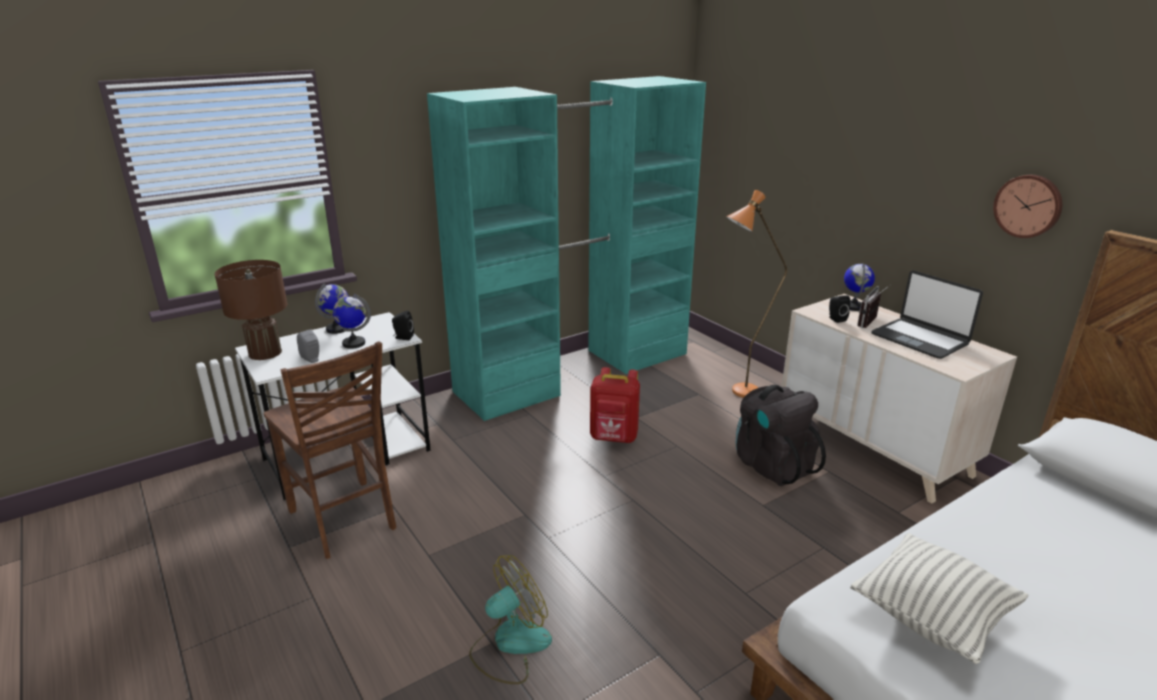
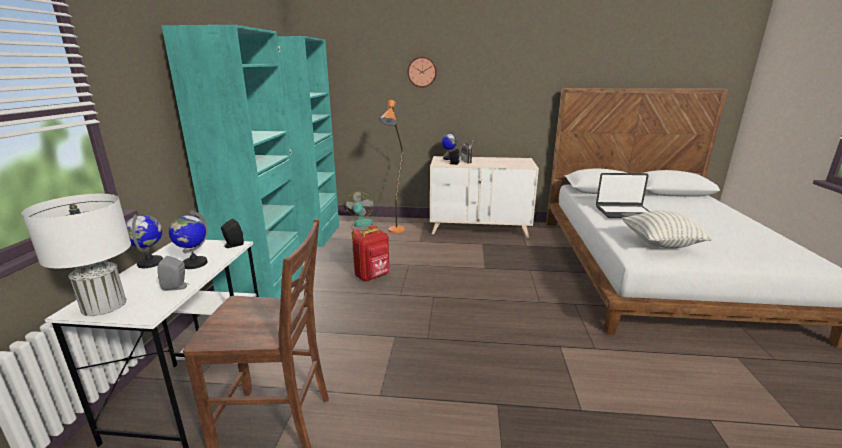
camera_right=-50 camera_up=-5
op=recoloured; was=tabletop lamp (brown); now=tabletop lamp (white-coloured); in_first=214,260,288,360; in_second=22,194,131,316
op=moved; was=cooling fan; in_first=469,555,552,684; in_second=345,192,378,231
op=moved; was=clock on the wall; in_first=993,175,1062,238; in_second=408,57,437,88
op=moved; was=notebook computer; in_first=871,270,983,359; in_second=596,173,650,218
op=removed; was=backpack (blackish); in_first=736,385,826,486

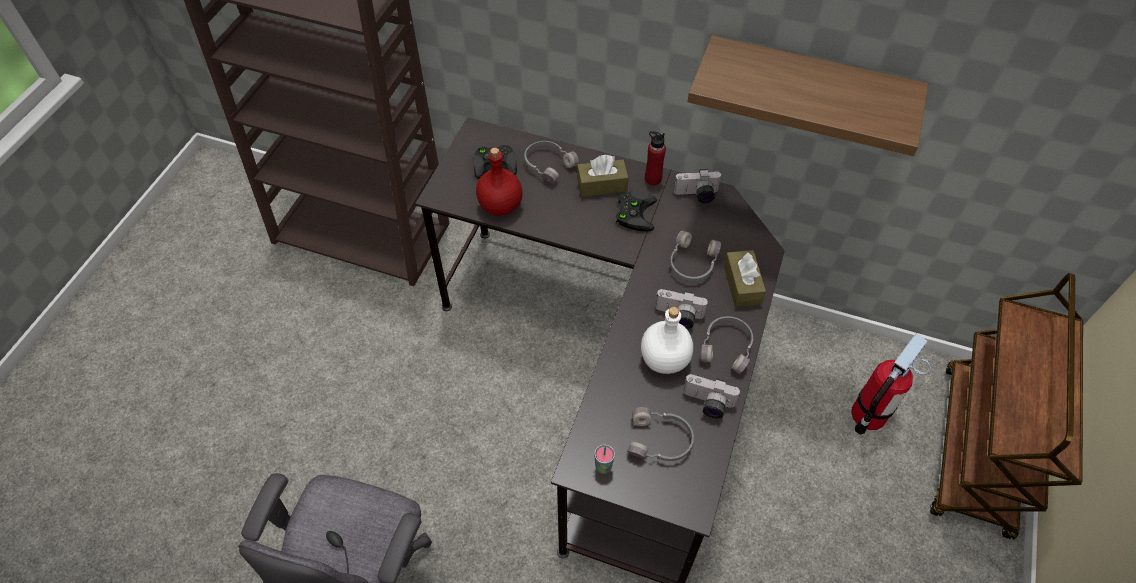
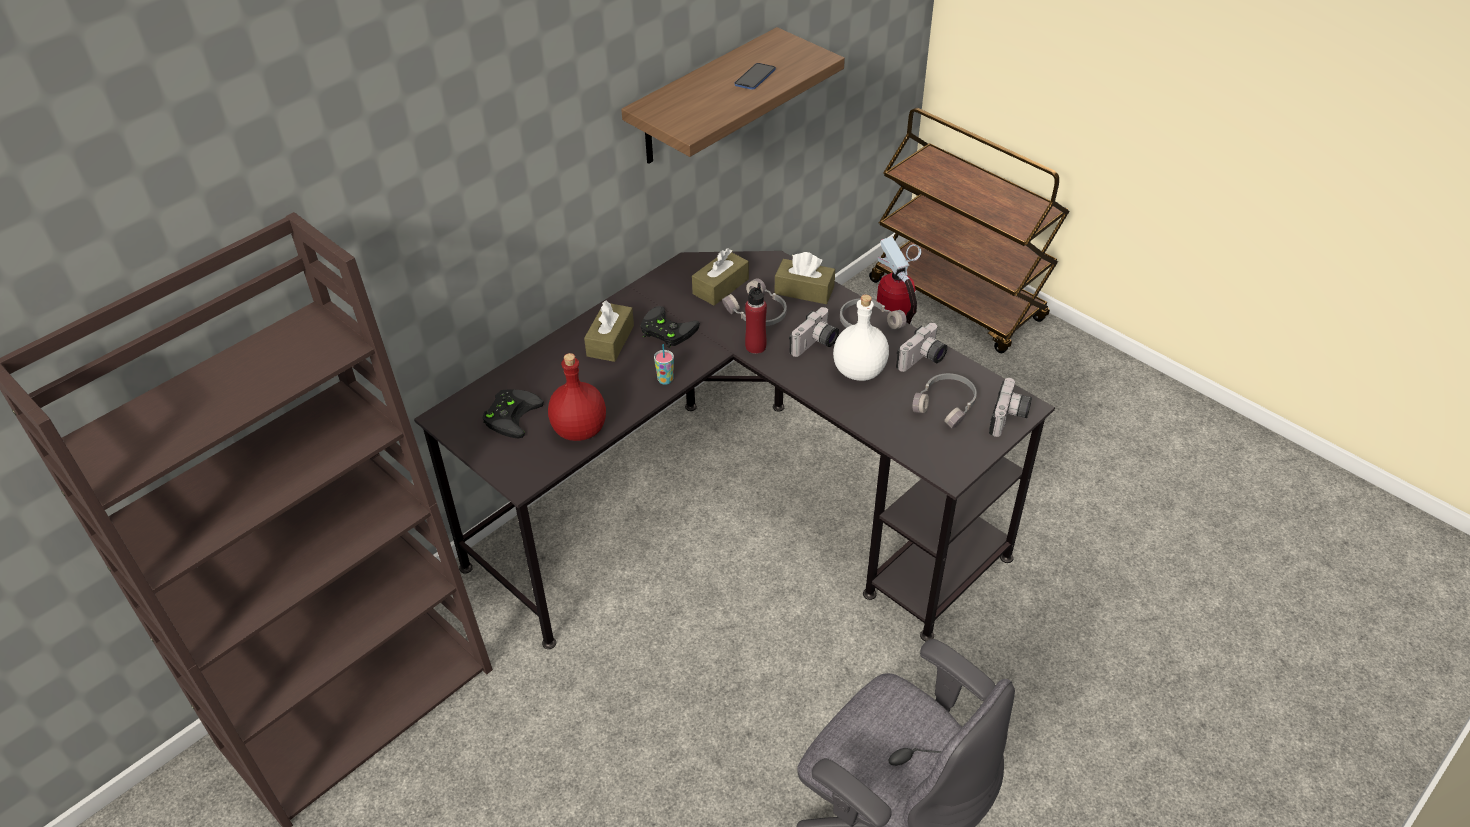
camera_right=-65 camera_up=-10
op=moved; was=drinking cup; in_first=594,444,615,474; in_second=654,344,674,385
op=added; now=tissue box (brown); in_second=692,248,749,305
op=added; now=phone; in_second=735,63,776,90
op=moved; was=drink bottle (reddish); in_first=645,131,666,185; in_second=745,283,767,354
op=moved; was=photo camera; in_first=673,169,722,203; in_second=989,378,1032,437
op=removed; was=headset (greyish); in_first=524,141,579,184

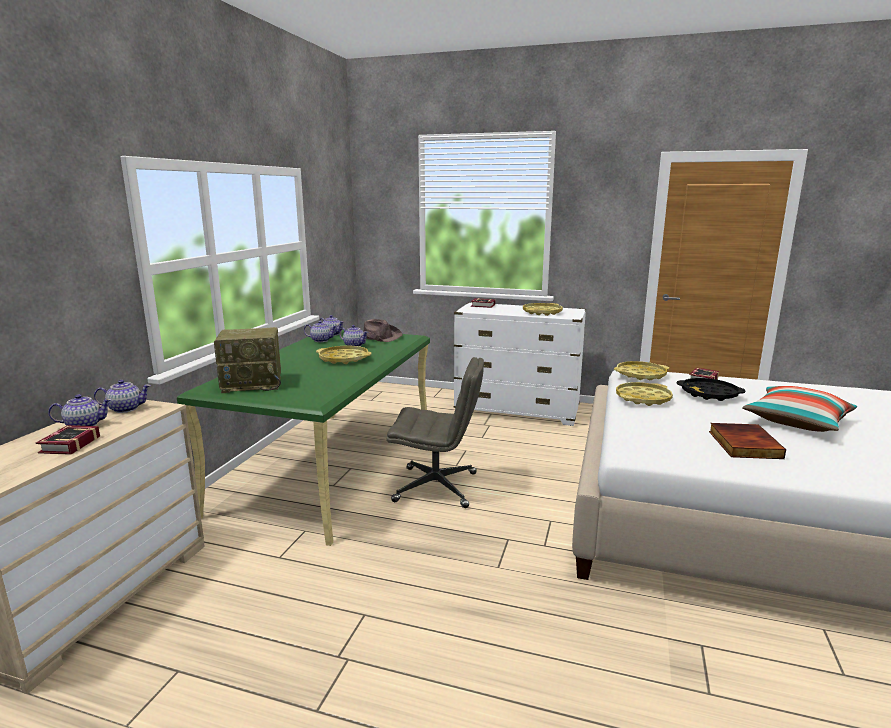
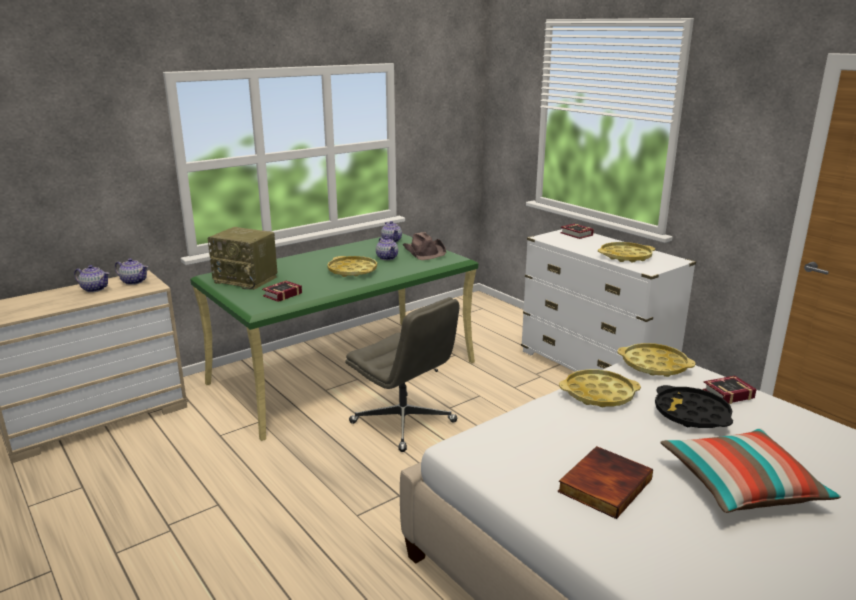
camera_right=35 camera_up=5
op=moved; was=book; in_first=36,425,100,455; in_second=262,281,302,302
op=removed; was=teapot; in_first=304,321,337,342

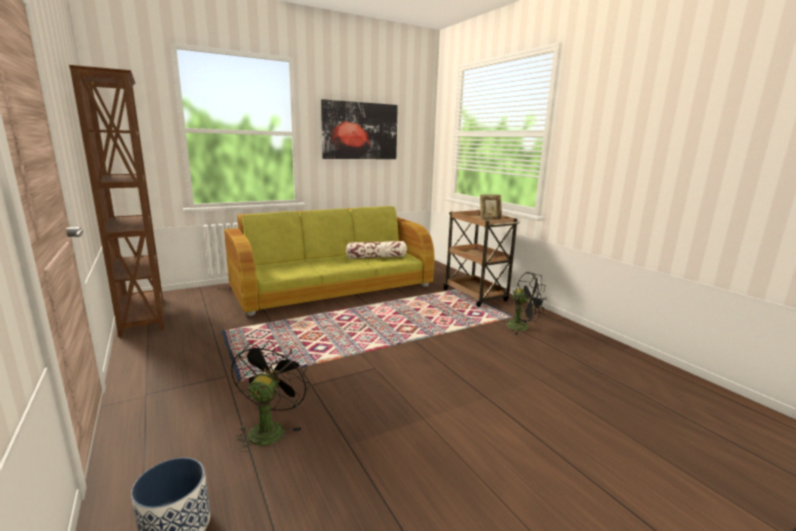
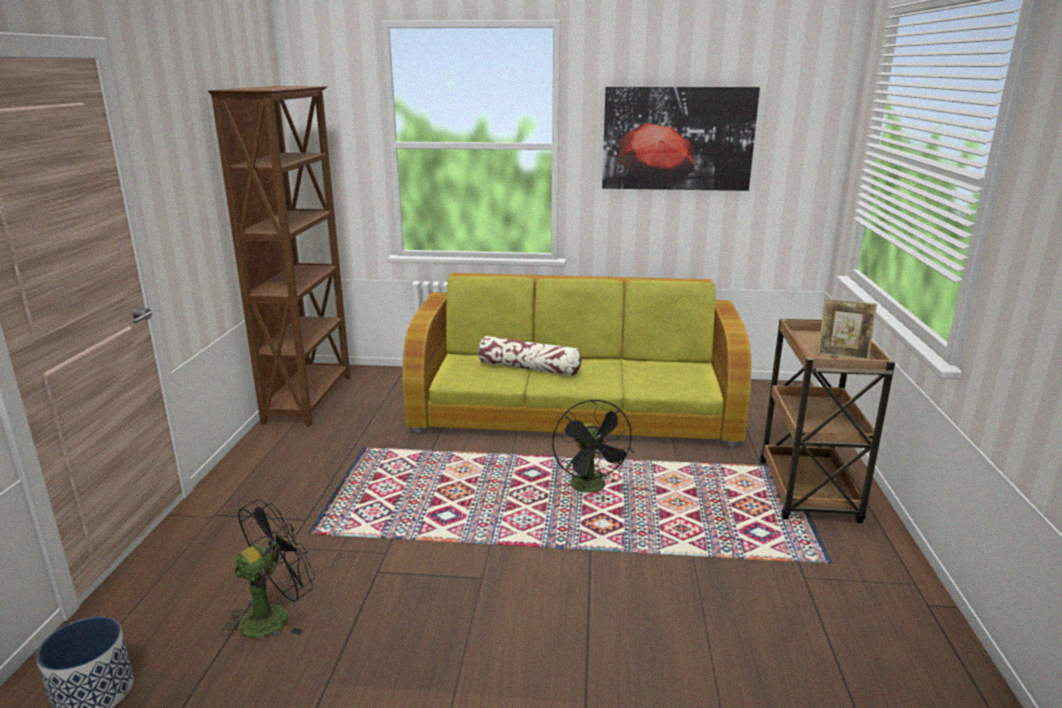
camera_right=35 camera_up=5
op=moved; was=throw pillow; in_first=346,241,407,259; in_second=478,336,581,376
op=moved; was=cooling fan (blackish); in_first=505,272,547,335; in_second=552,399,634,495

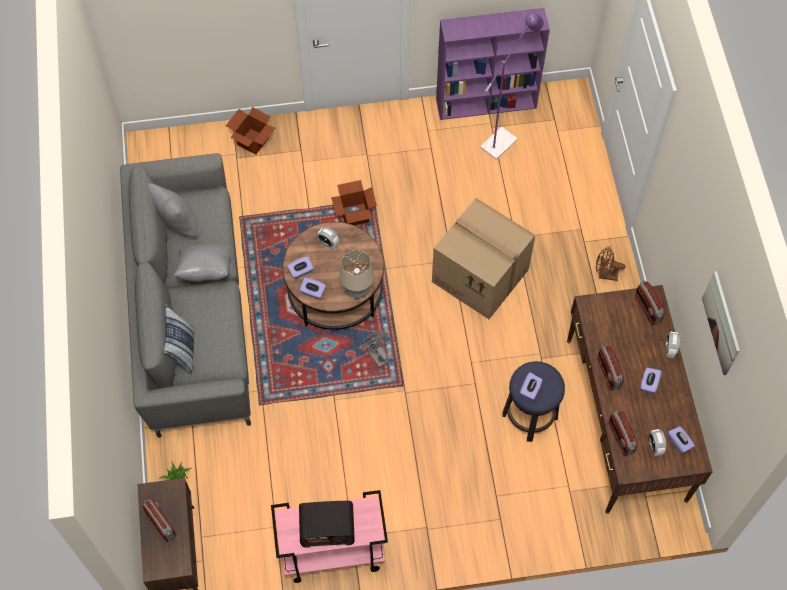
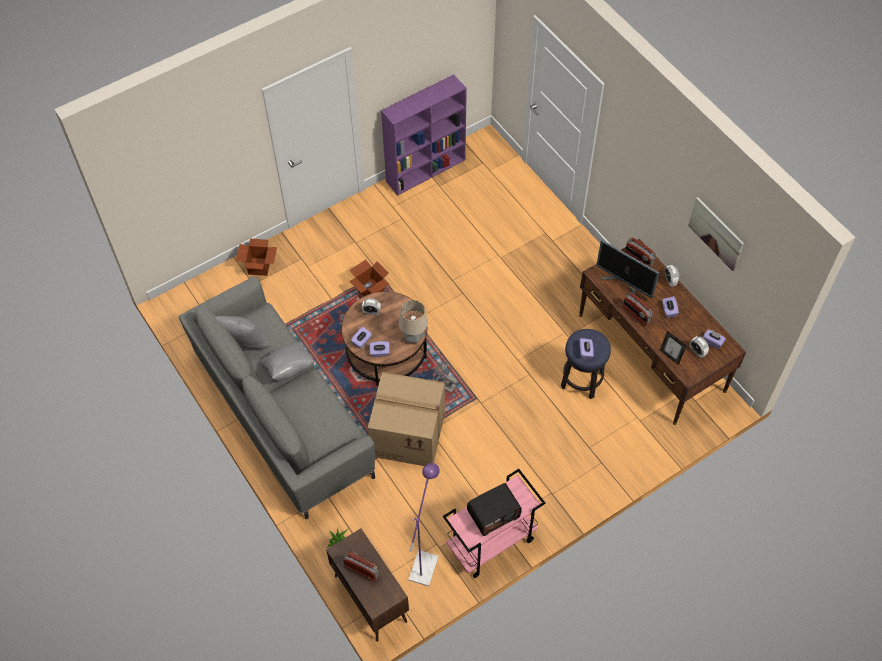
camera_right=-25 camera_up=-5
op=moved; was=cardboard box; in_first=432,198,535,319; in_second=368,372,445,466
op=moved; was=floor lamp (purplish); in_first=480,13,544,160; in_second=408,463,440,586
op=added; now=computer screen; in_second=596,240,659,298
op=replaced; was=radio receiver; now=standing frame; in_first=609,410,638,456; in_second=660,331,686,365
op=removed; was=throw pillow; in_first=163,304,194,375
op=removed; was=cooling fan (brown); in_first=596,247,625,281

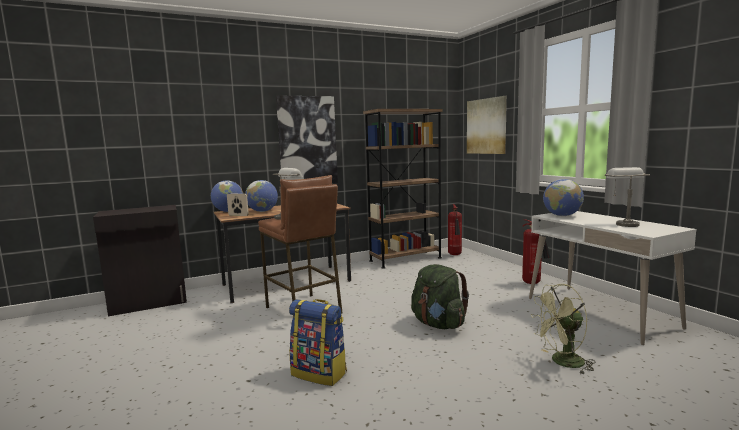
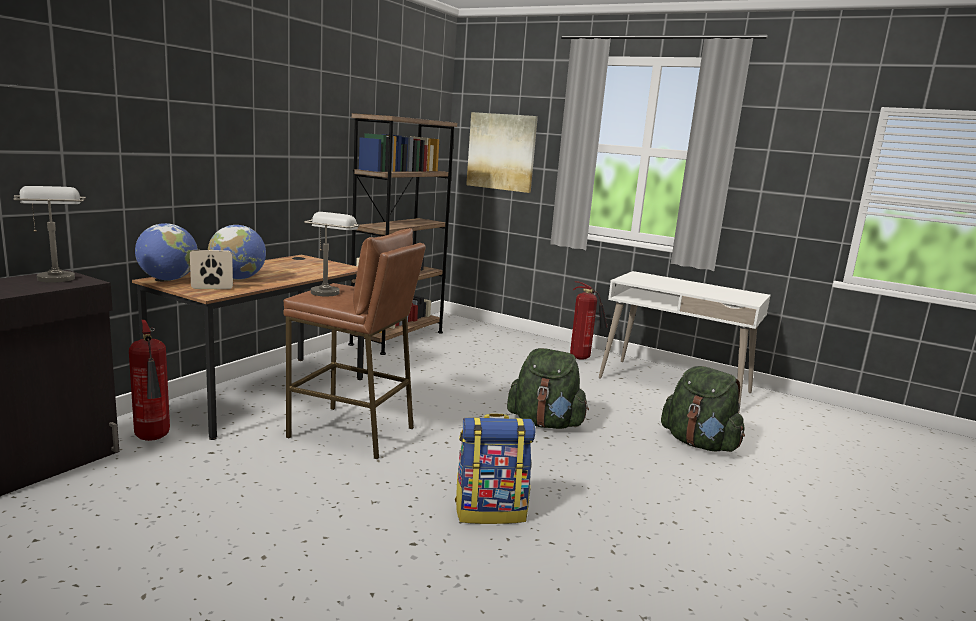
camera_right=-35 camera_up=5
op=moved; was=tabletop lamp (greyish); in_first=605,167,650,227; in_second=13,186,86,283
op=moved; was=extinguisher; in_first=448,204,462,255; in_second=129,320,170,441
op=replaced; was=cooling fan (green); now=backpack (green); in_first=531,284,595,374; in_second=661,366,745,452
op=removed; was=picture; in_first=276,95,338,183
op=removed; was=globe; in_first=543,179,584,216

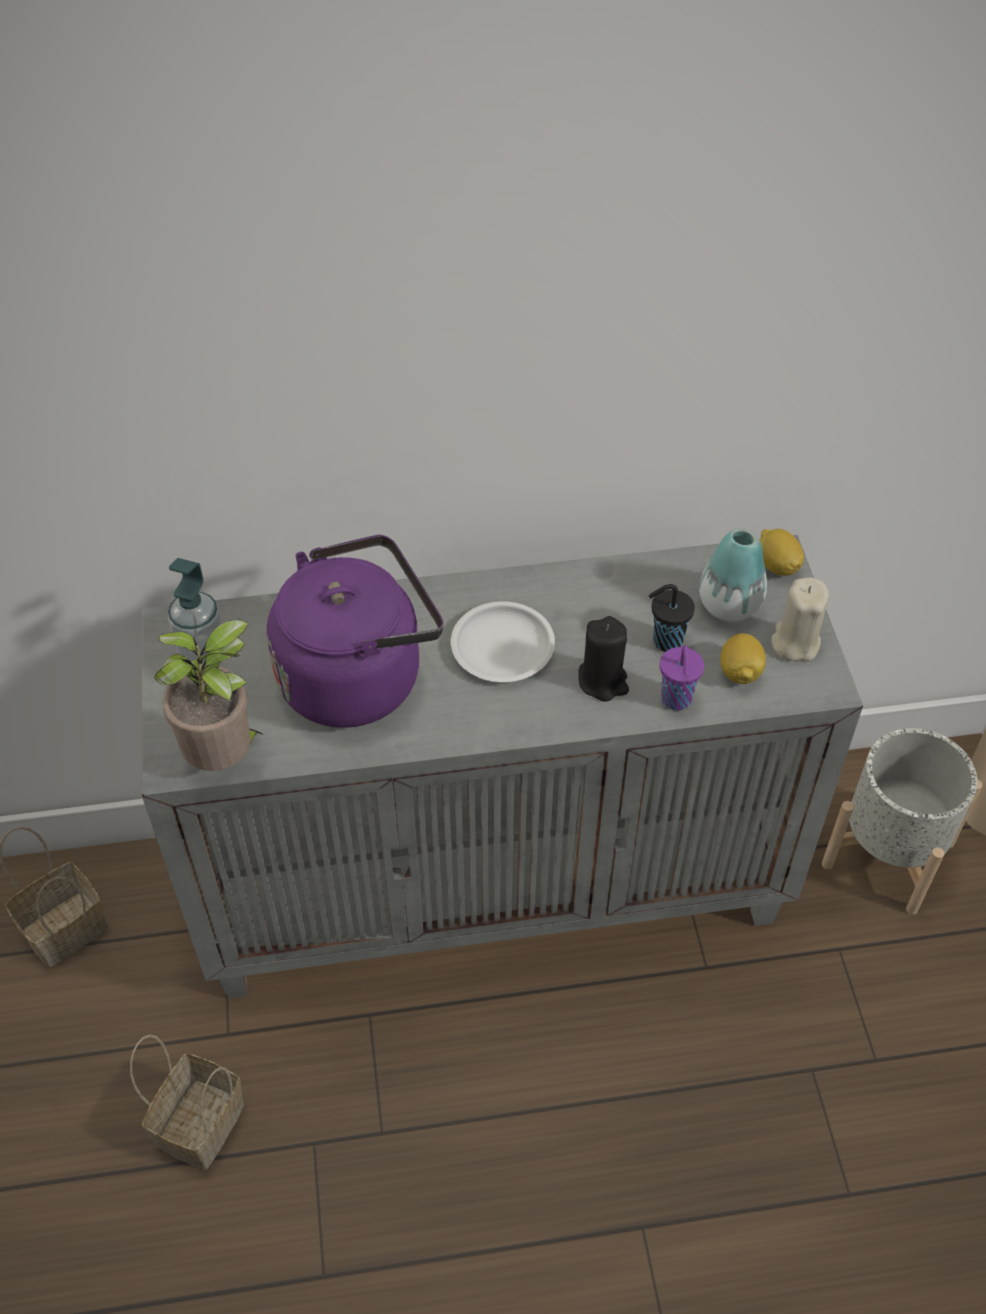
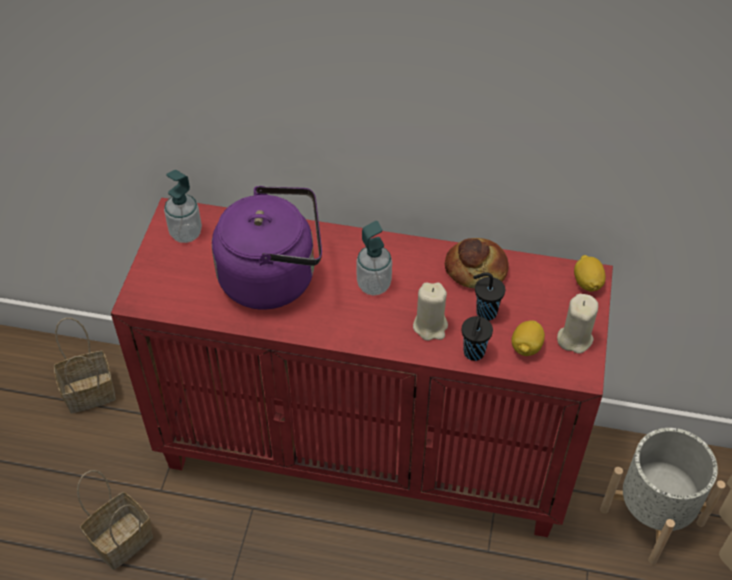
camera_right=20 camera_up=0
op=recoloured; was=cabinet (greyish); now=cabinet (reddish); in_first=141,535,863,998; in_second=111,198,613,537
op=replaced; was=flat dish (white-coloured); now=soap dispenser; in_first=451,601,555,682; in_second=356,221,392,296
op=recoloured; was=candle (blackish); now=candle (beige-coloured); in_first=578,616,629,702; in_second=413,282,448,341
op=added; now=baked bread; in_second=445,238,508,289
op=recoloured; was=drinking cup (purplish); now=drinking cup (blackish); in_first=660,645,704,711; in_second=462,316,493,361
op=removed; was=plant in a pot; in_first=154,619,264,771
op=removed; was=flower vase; in_first=699,529,767,622

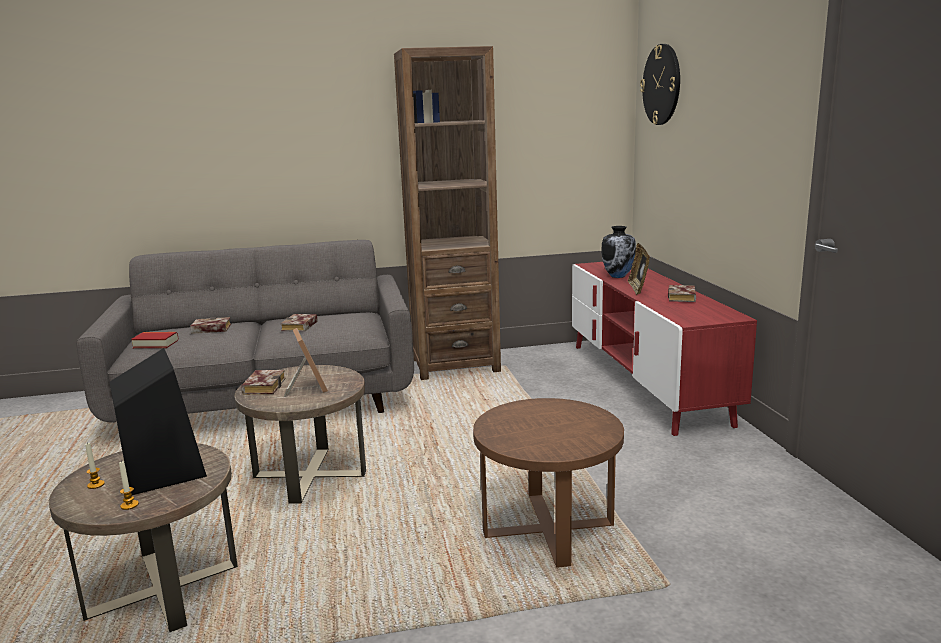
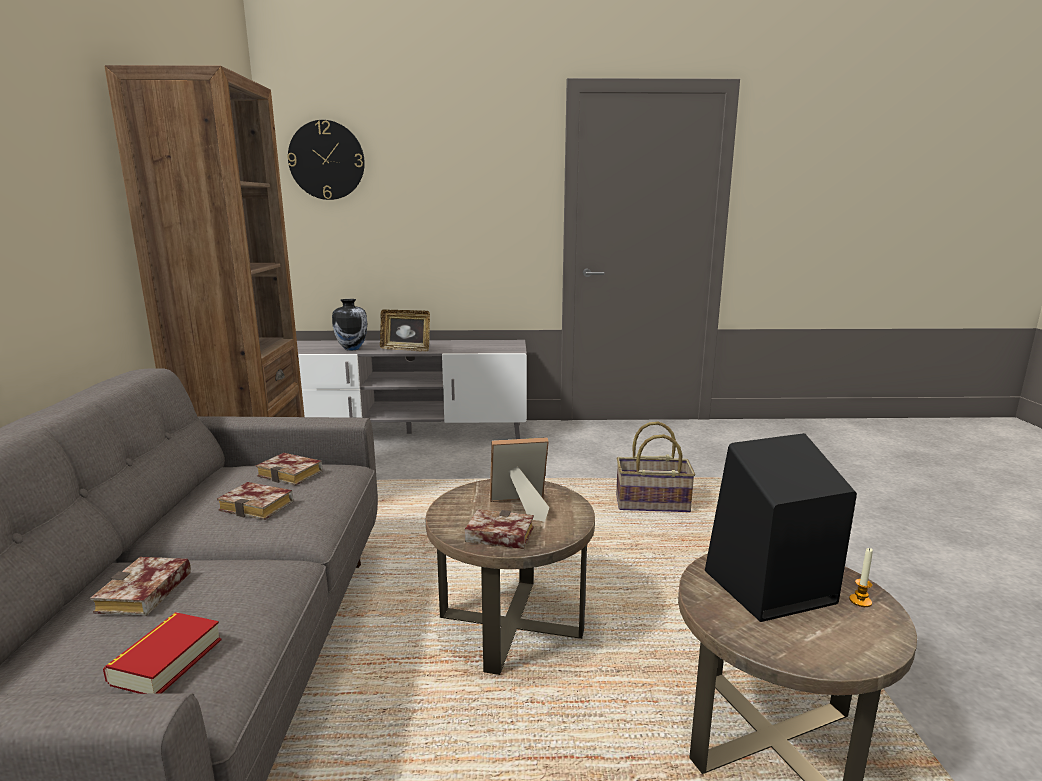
camera_right=-80 camera_up=0
op=moved; was=book; in_first=668,285,696,302; in_second=256,453,322,486
op=recoloured; was=tv unit (reddish); now=tv unit (greyish); in_first=572,262,757,436; in_second=297,340,527,439
op=replaced; was=side table (brown); now=household basket; in_first=473,398,624,568; in_second=616,422,695,512
op=removed; was=candle; in_first=85,442,105,489

